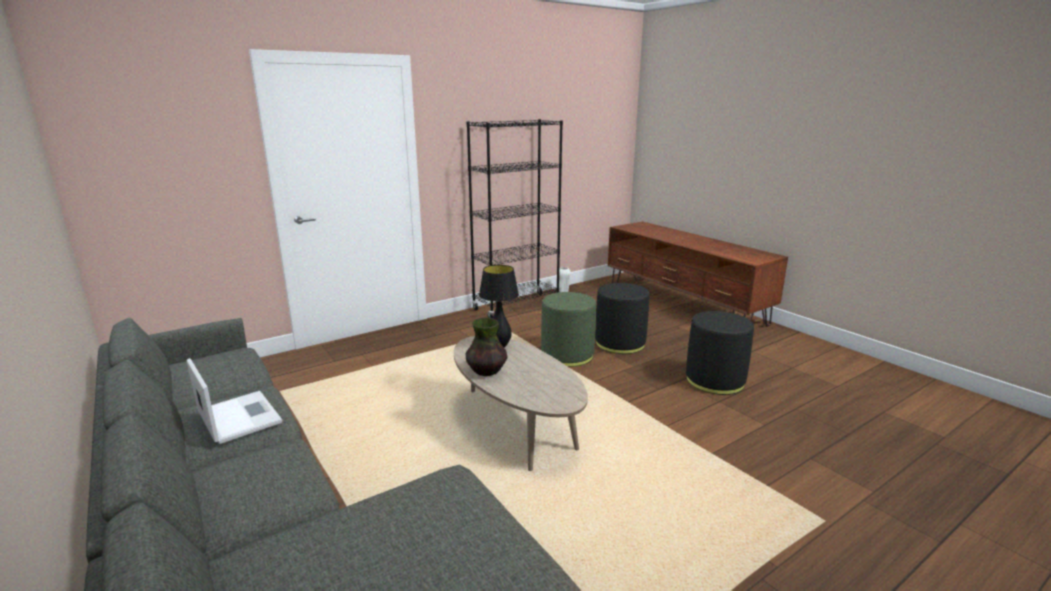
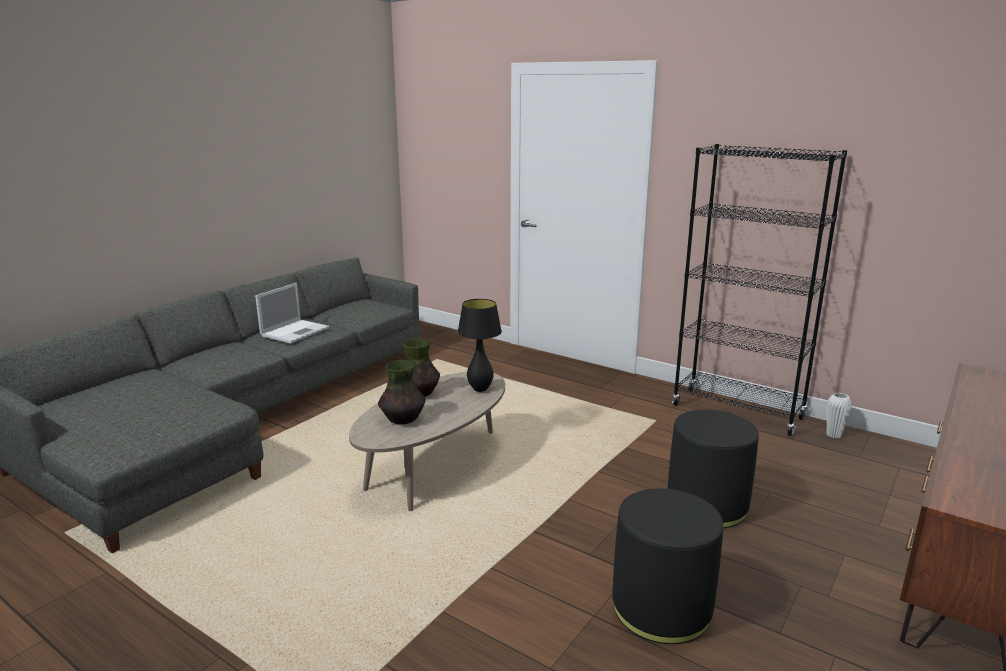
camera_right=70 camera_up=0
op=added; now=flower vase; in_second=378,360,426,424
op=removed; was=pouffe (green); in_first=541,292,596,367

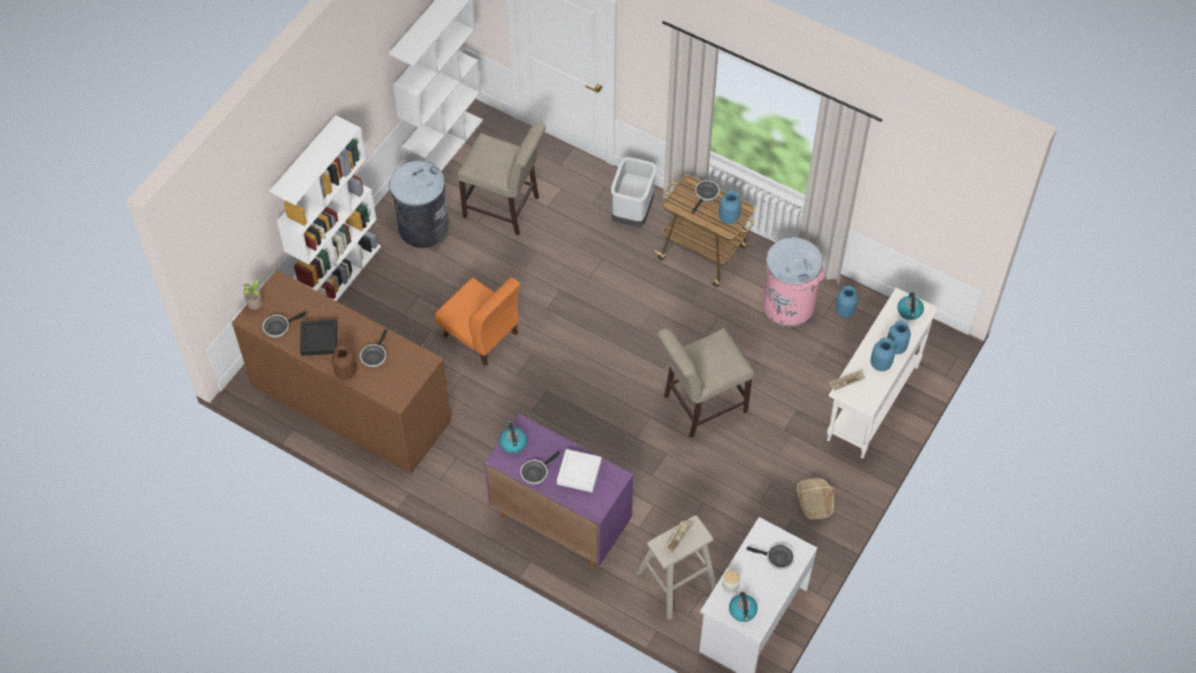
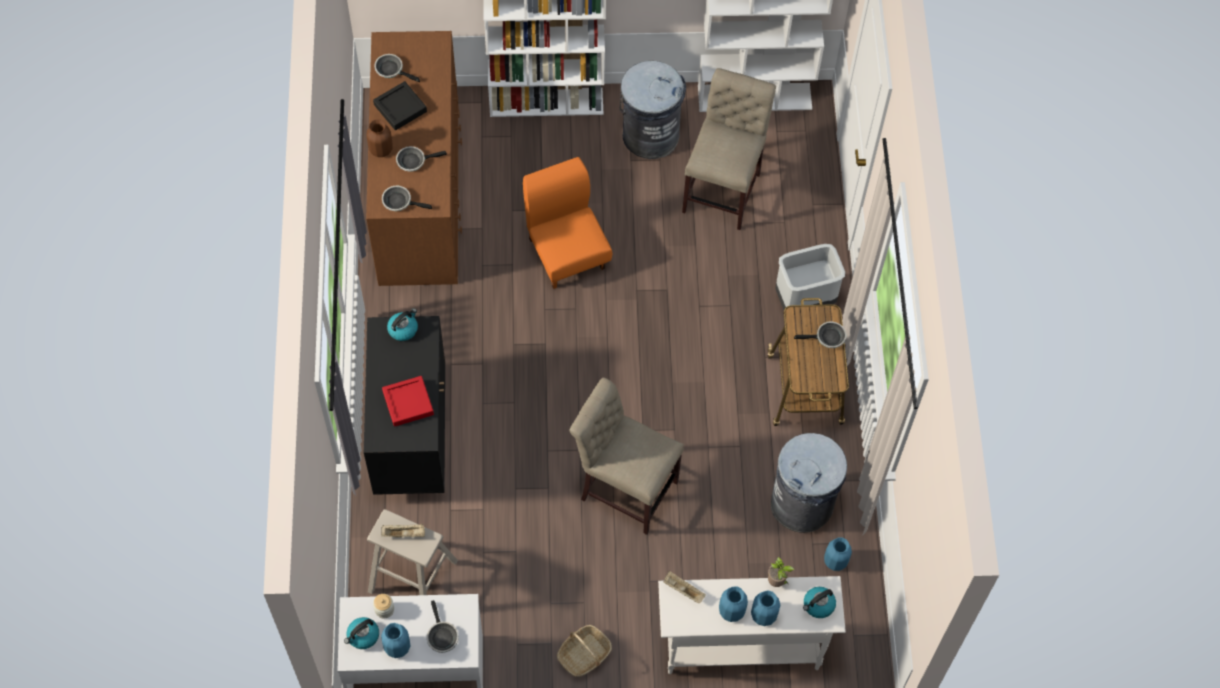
camera_right=55 camera_up=5
op=recoloured; was=cabinet (purplish); now=cabinet (blackish); in_first=484,414,633,568; in_second=364,316,445,495
op=moved; was=flower vase (blue-coloured); in_first=719,190,741,224; in_second=381,623,410,658
op=moved; was=skillet; in_first=520,451,560,484; in_second=382,186,432,211
op=recoloured; was=tray (white-coloured); now=tray (reddish); in_first=557,449,602,492; in_second=382,376,434,427
op=turned; was=upright chair (orange); in_first=435,277,520,366; in_second=523,157,612,289; clockwise=150
op=turned; was=upright chair (beige-coloured); in_first=457,122,546,236; in_second=682,68,776,230; clockwise=-150
op=moved; was=plant in a pot; in_first=243,280,262,310; in_second=768,557,794,587
op=recoloured; was=rubbish bin (pink-coloured); now=rubbish bin (greyish); in_first=763,237,825,327; in_second=771,433,847,533

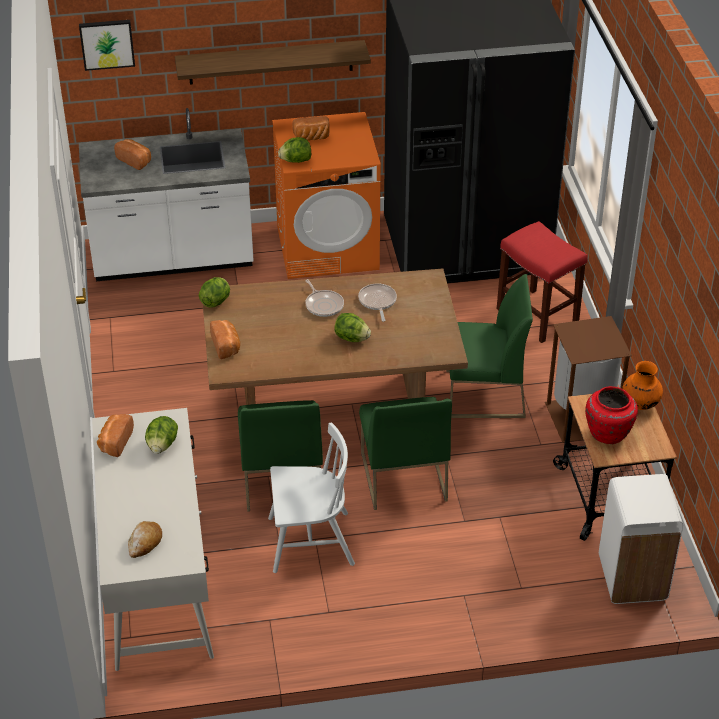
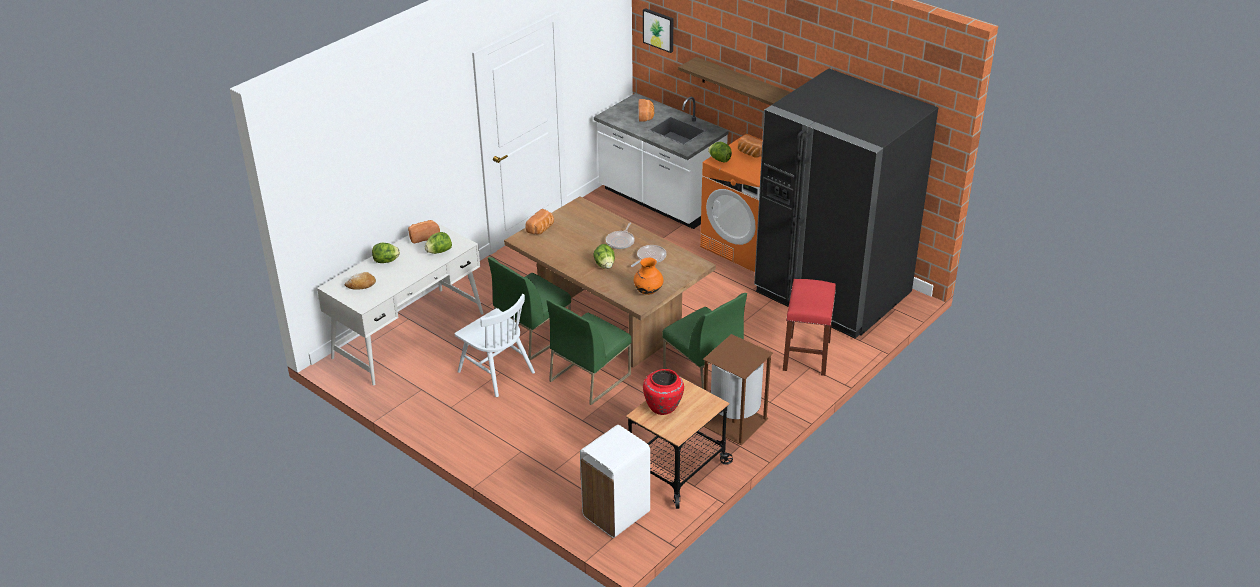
camera_right=50 camera_up=-5
op=moved; was=lettuce; in_first=199,277,230,308; in_second=372,243,400,263
op=moved; was=flower vase (orange); in_first=622,361,663,410; in_second=634,258,663,295

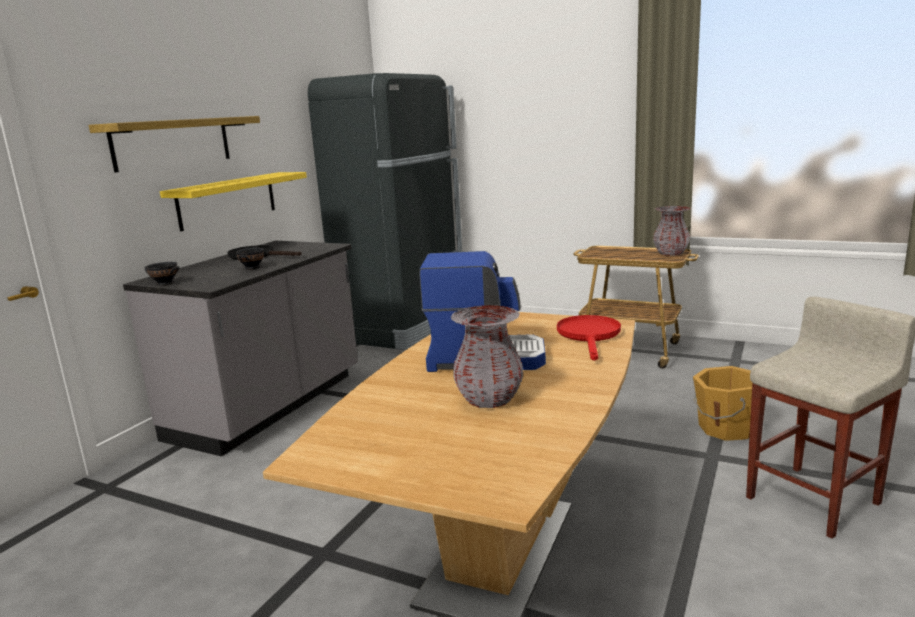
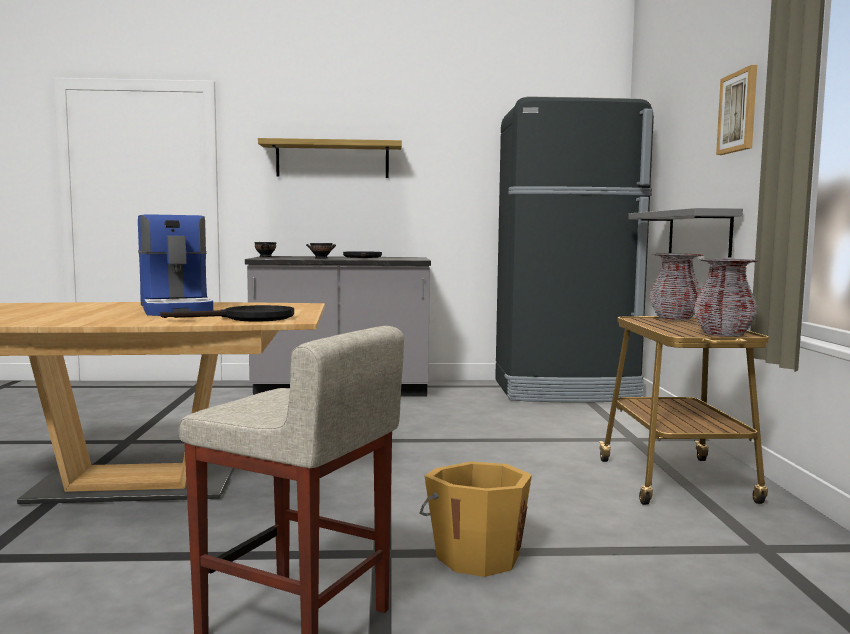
camera_right=60 camera_up=-10
op=recoloured; was=skillet (reddish); now=skillet (blackish); in_first=557,315,621,360; in_second=160,305,294,322
op=added; now=shelf (greyish); in_second=628,208,743,257
op=moved; was=flower vase (greyish); in_first=450,305,523,408; in_second=649,253,703,320
op=added; now=picture; in_second=716,65,757,155
op=removed; was=shelf (yellowish); in_first=160,172,307,231

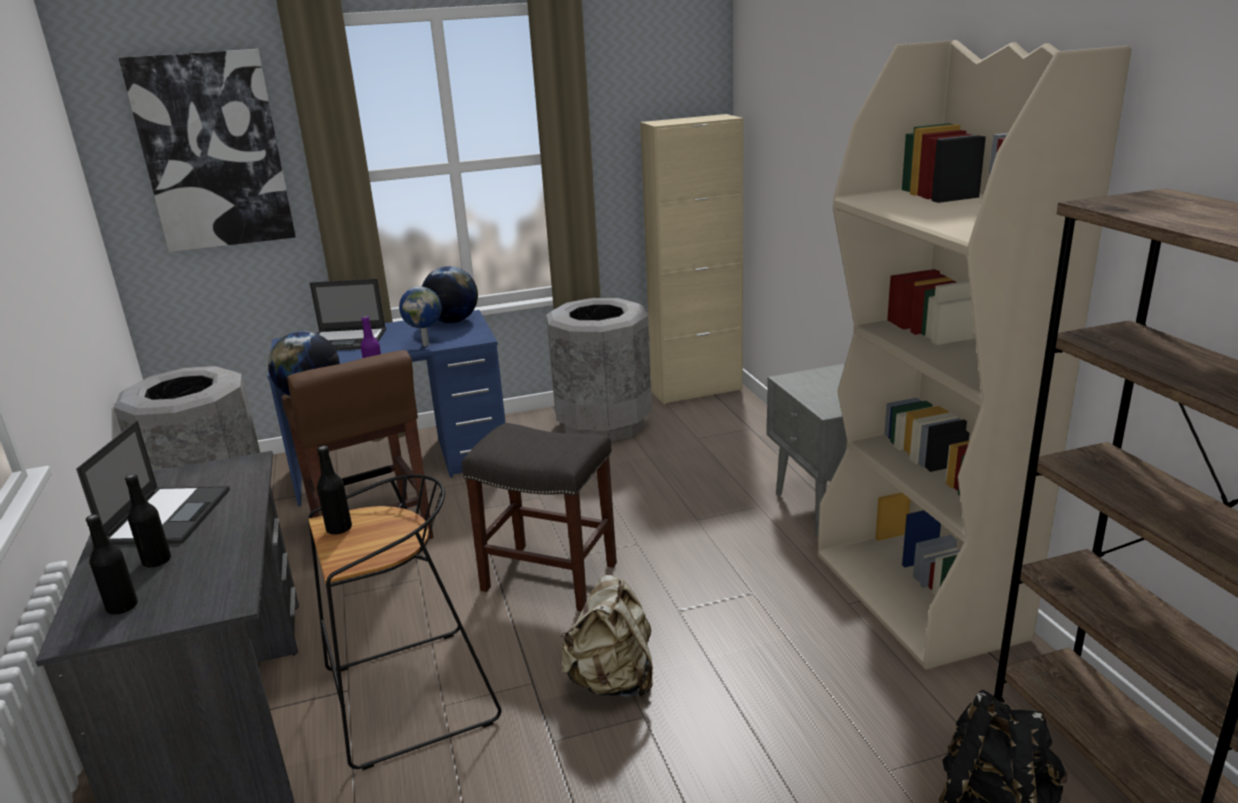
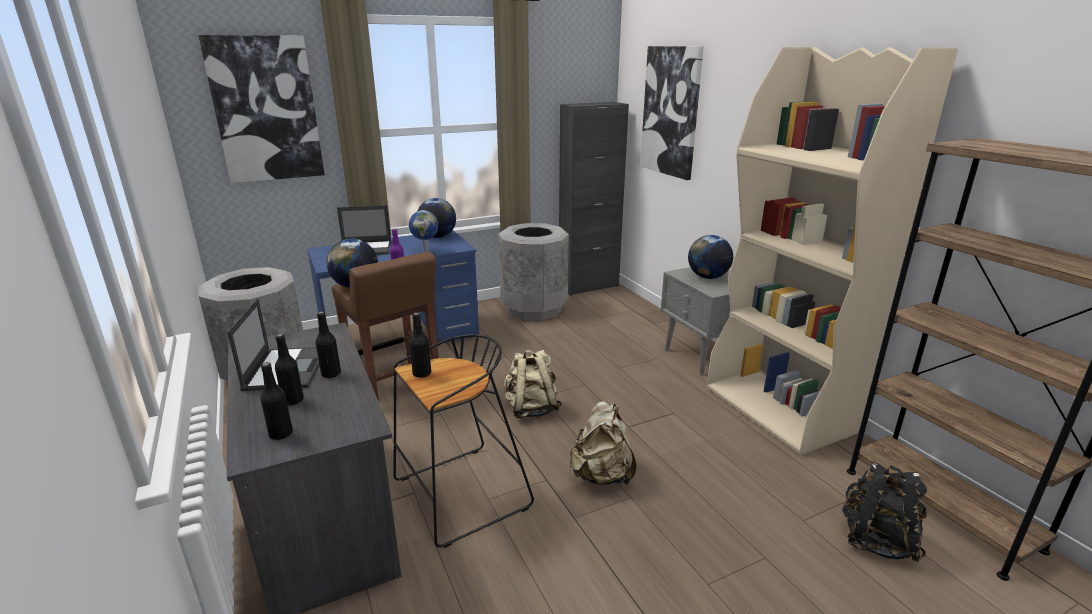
camera_right=-10 camera_up=0
op=added; now=drink bottle (blackish); in_second=316,311,341,378
op=replaced; was=sitting stool (greyish); now=backpack (beige-coloured); in_first=462,423,617,612; in_second=504,350,562,419
op=recoloured; was=cabinet (beige-coloured); now=cabinet (blackish); in_first=640,114,744,404; in_second=559,102,629,296
op=added; now=picture; in_second=640,46,704,180
op=added; now=globe; in_second=688,235,733,279

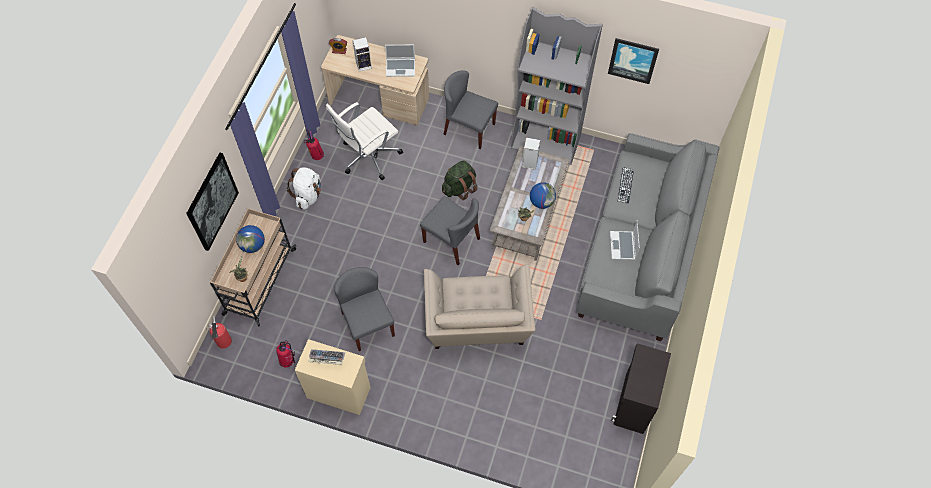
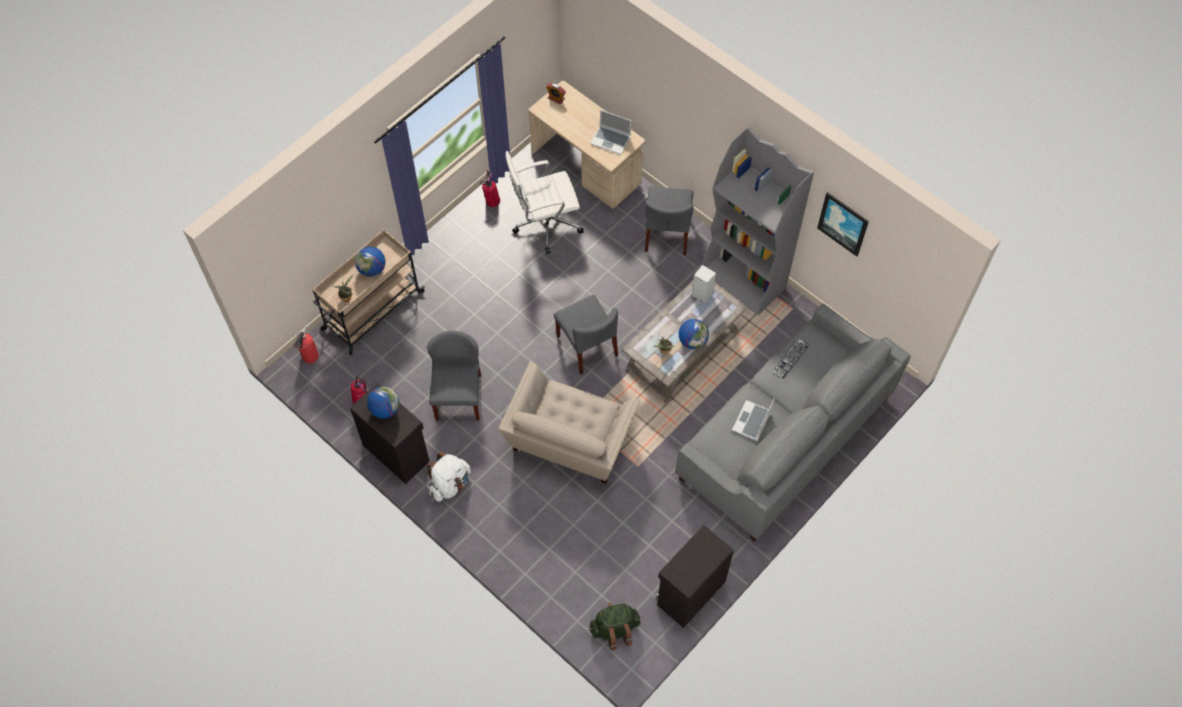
camera_right=25 camera_up=0
op=recoloured; was=cabinet (beige-coloured); now=cabinet (blackish); in_first=295,339,371,415; in_second=350,383,430,484
op=replaced; was=keyboard; now=globe; in_first=309,349,345,365; in_second=367,386,400,419
op=moved; was=backpack (white-coloured); in_first=287,167,321,209; in_second=426,451,471,502
op=moved; was=backpack (green); in_first=442,160,477,200; in_second=589,602,640,650
op=turned; was=upright chair (greyish); in_first=444,70,498,149; in_second=645,186,694,255; clockwise=-135
op=removed; was=picture; in_first=186,152,239,251
op=removed; was=loudspeaker; in_first=353,37,372,71

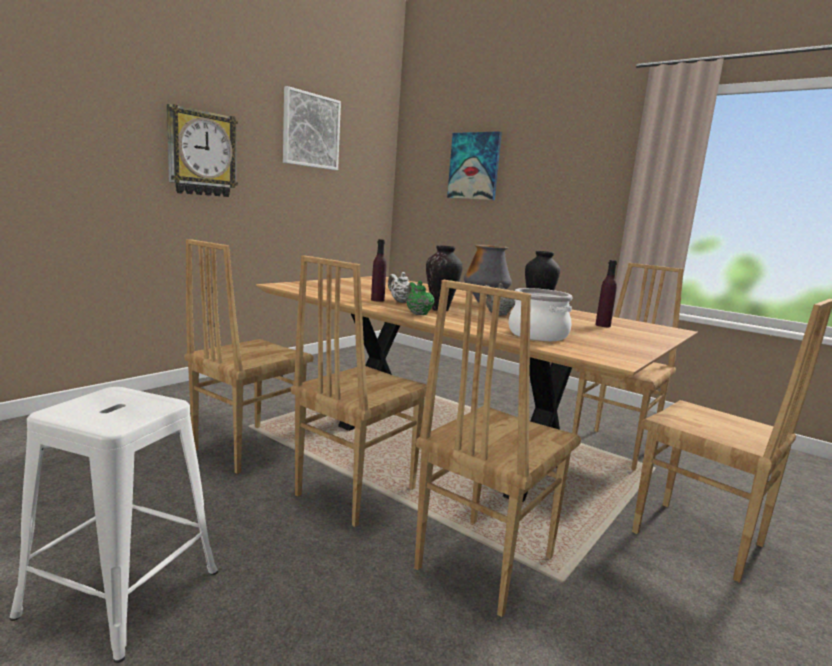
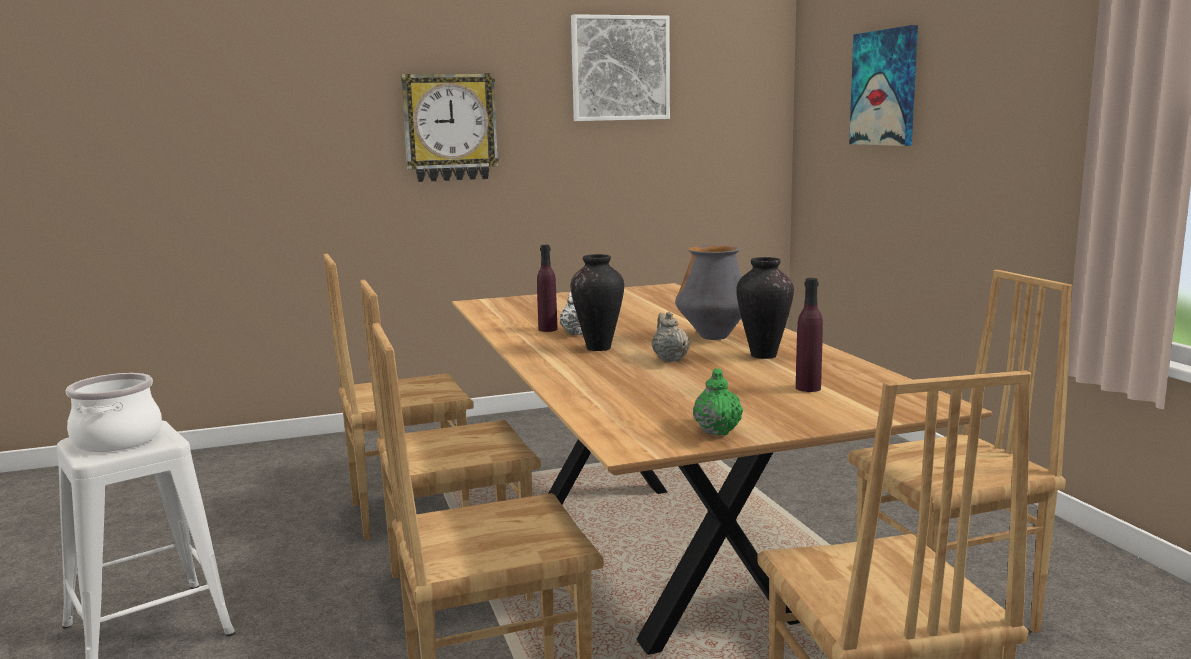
camera_right=35 camera_up=0
op=moved; was=stockpot; in_first=509,288,573,341; in_second=66,373,162,452
op=moved; was=teapot (green); in_first=407,281,435,315; in_second=693,368,743,435

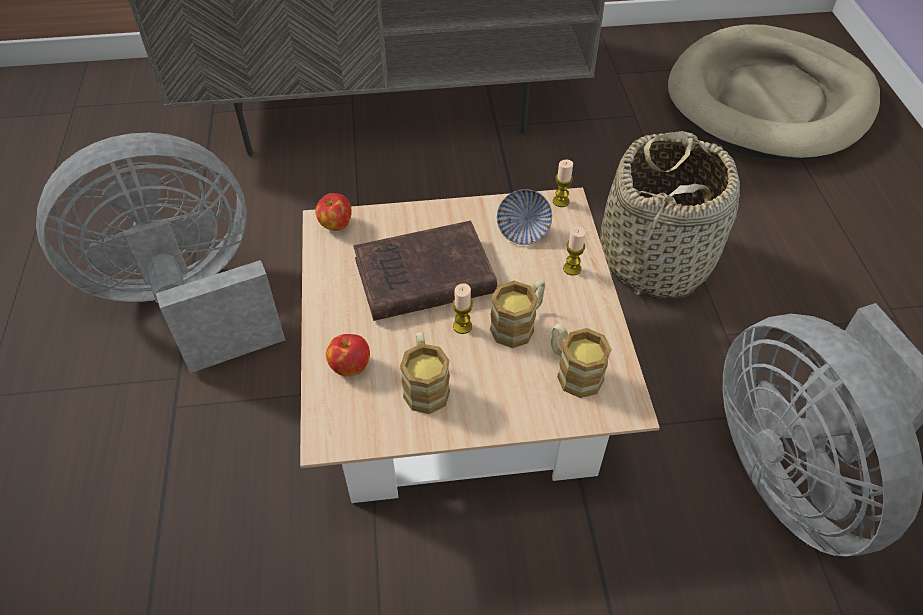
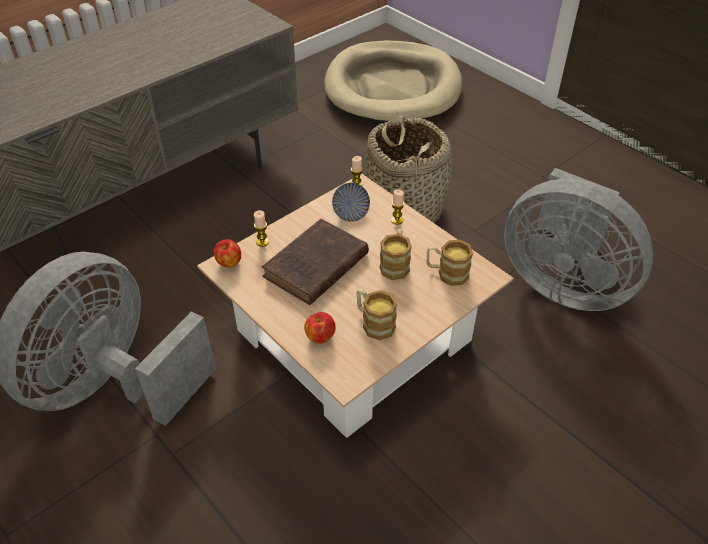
camera_right=-35 camera_up=-5
op=moved; was=candle; in_first=453,283,473,334; in_second=254,210,269,247

